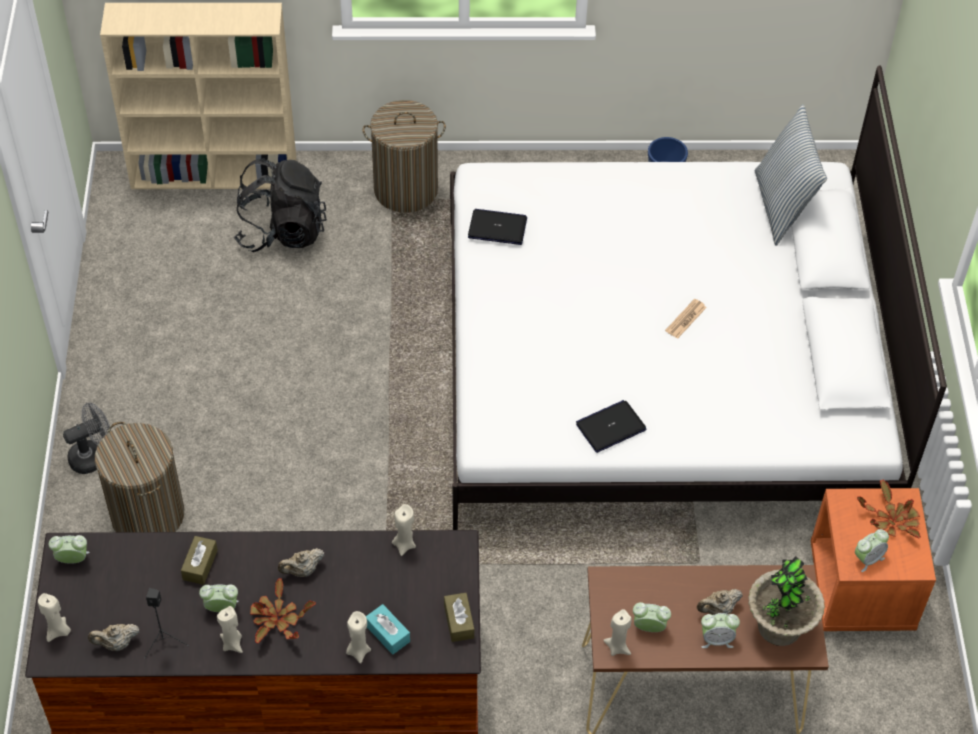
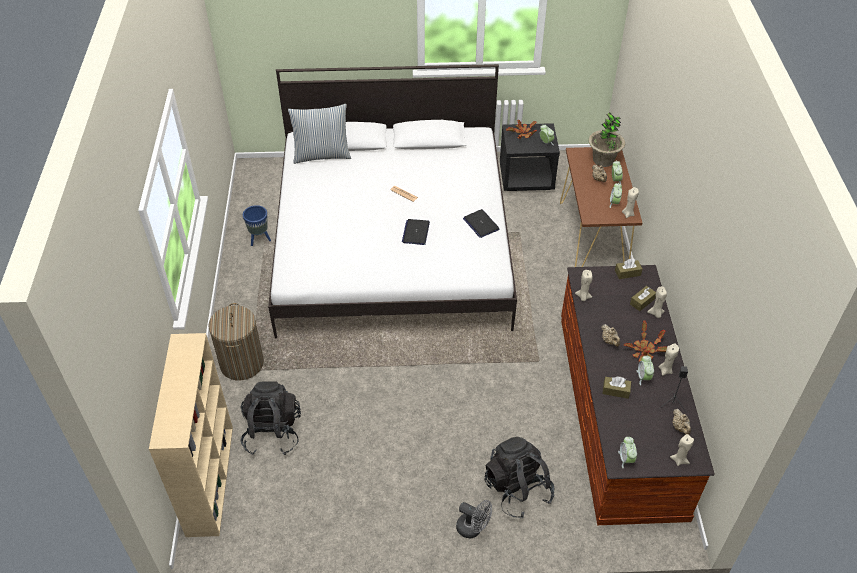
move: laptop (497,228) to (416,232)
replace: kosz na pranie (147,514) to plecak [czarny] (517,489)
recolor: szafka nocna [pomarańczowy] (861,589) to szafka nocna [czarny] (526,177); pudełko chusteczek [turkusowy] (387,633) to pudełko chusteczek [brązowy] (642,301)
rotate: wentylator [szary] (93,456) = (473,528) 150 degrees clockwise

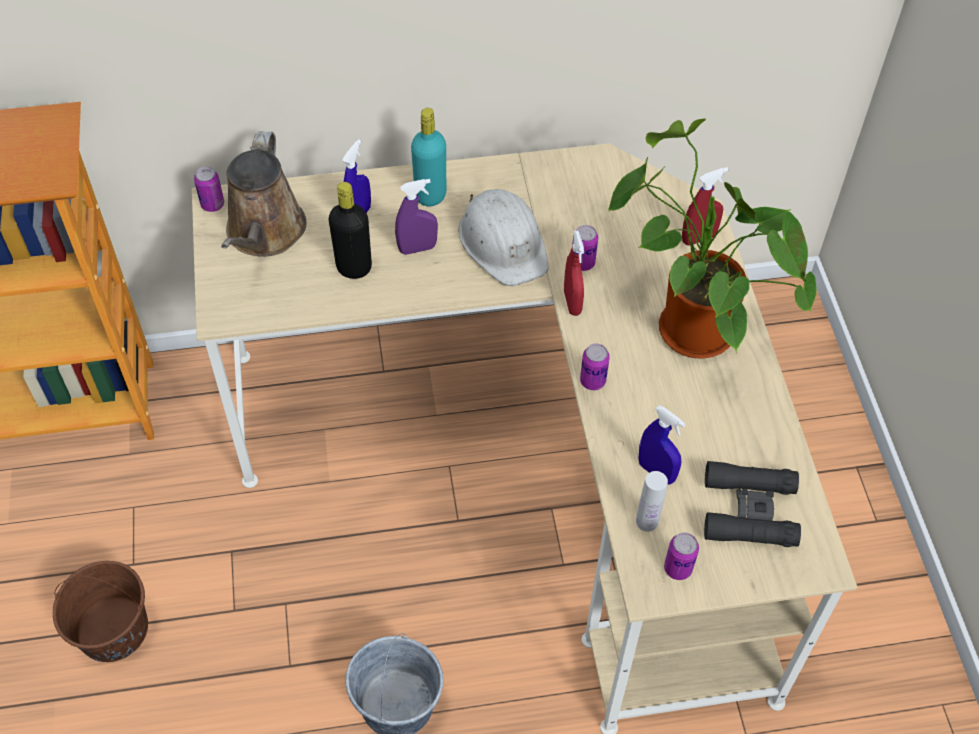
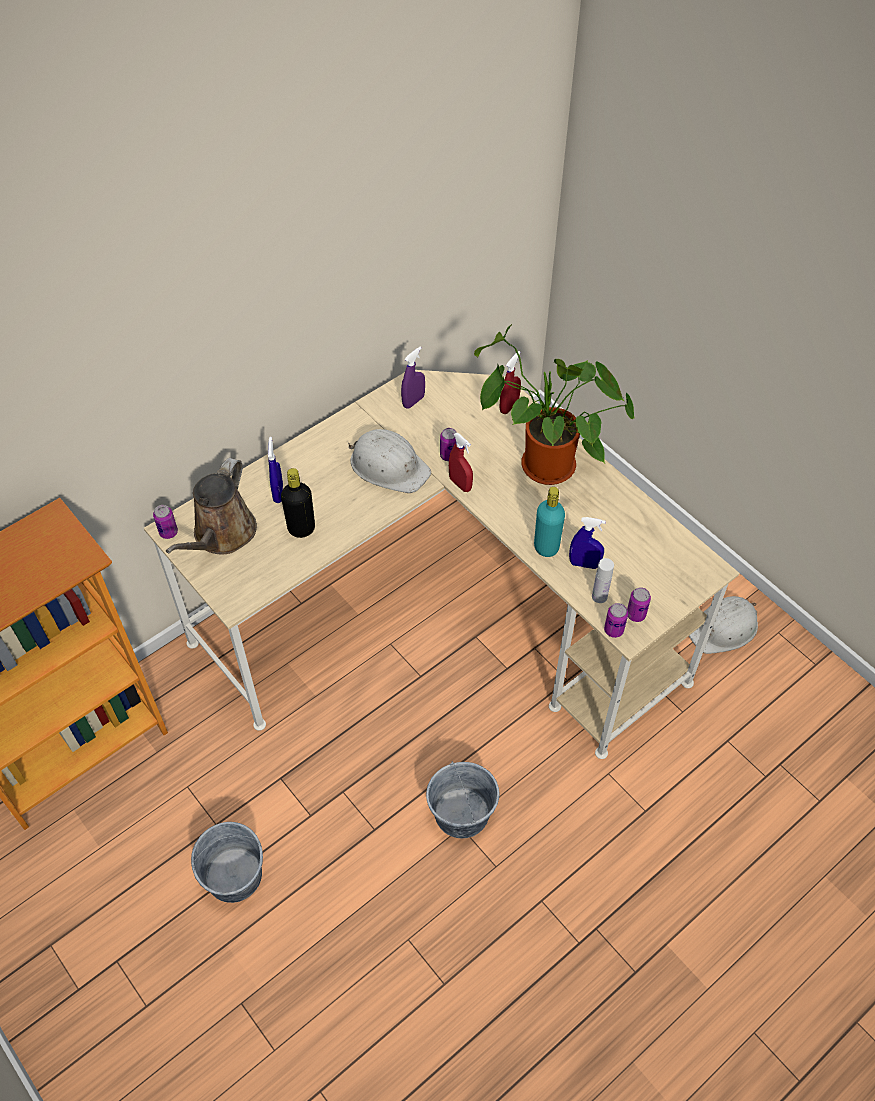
delete: lornetka [czarny] (749,510)
insert: kask [biały] (724,628)
move: spryskiwacz [fioletowy] (417,248) to (413,401); butelka [turkusowy] (430,195) to (546,547); puszka (592,381) to (613,630)
recolor: wiadro [brązowy] (112,629) to wiadro [szary] (233,875)
rotate: konewka [brązowy] (264,234) = (221,535) 45 degrees clockwise

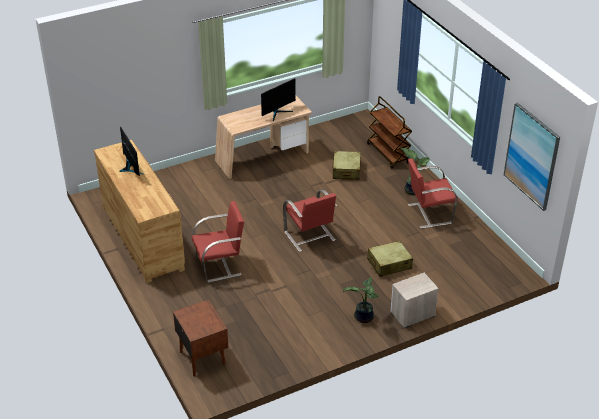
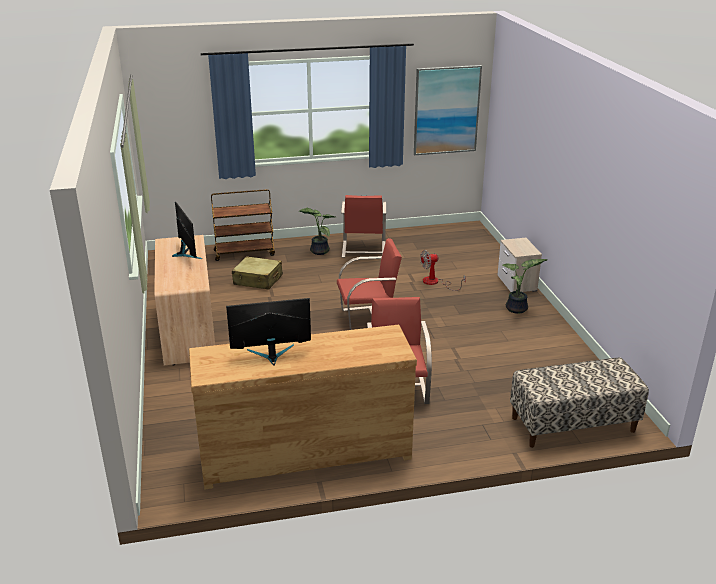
replace: walizka [beżowy] (389,264) to wentylator (435,282); szafka nocna [brązowy] (202,357) to ławka (572,425)

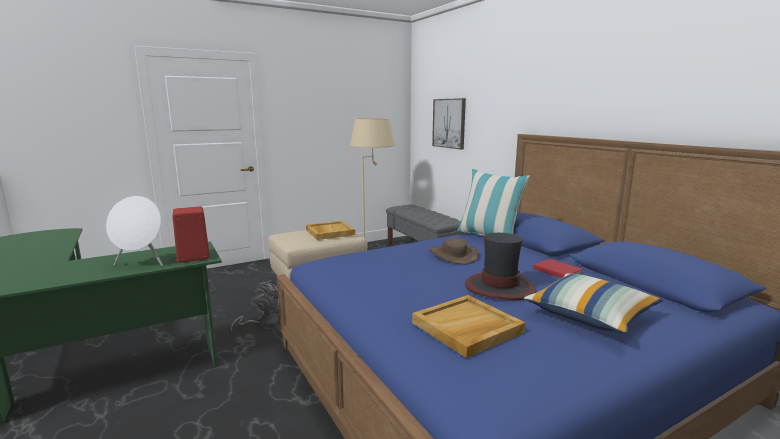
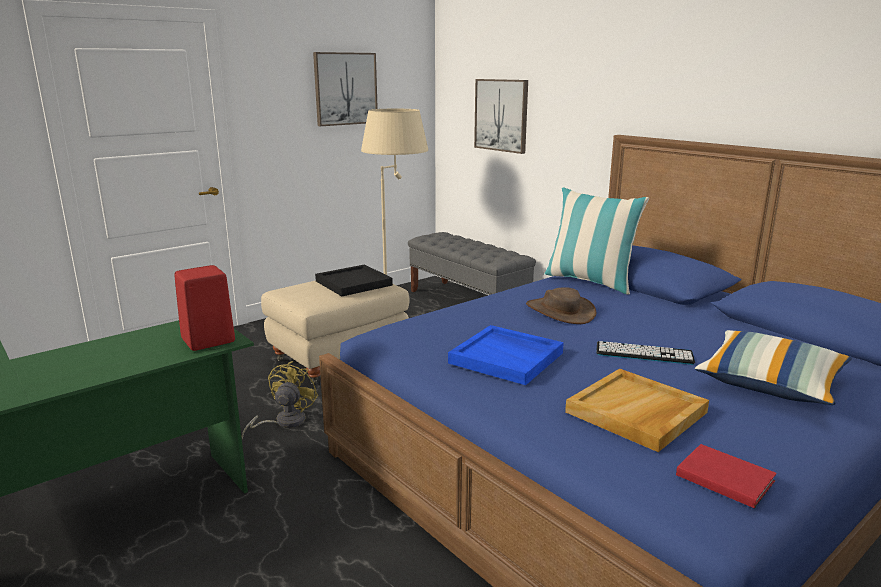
delete: głośnik [biały] (141,264)
insert: obraz (345,89); taca [niebieski] (507,358)
move: książka [czerwony] (556,270) to (723,476)
replace: kapelusz (499,287) to klawiatura (644,353)
recolor: wentylator [szary] (263,323) to wentylator [żółty] (284,422); taca [beżowy] (329,232) to taca [czarny] (353,283)

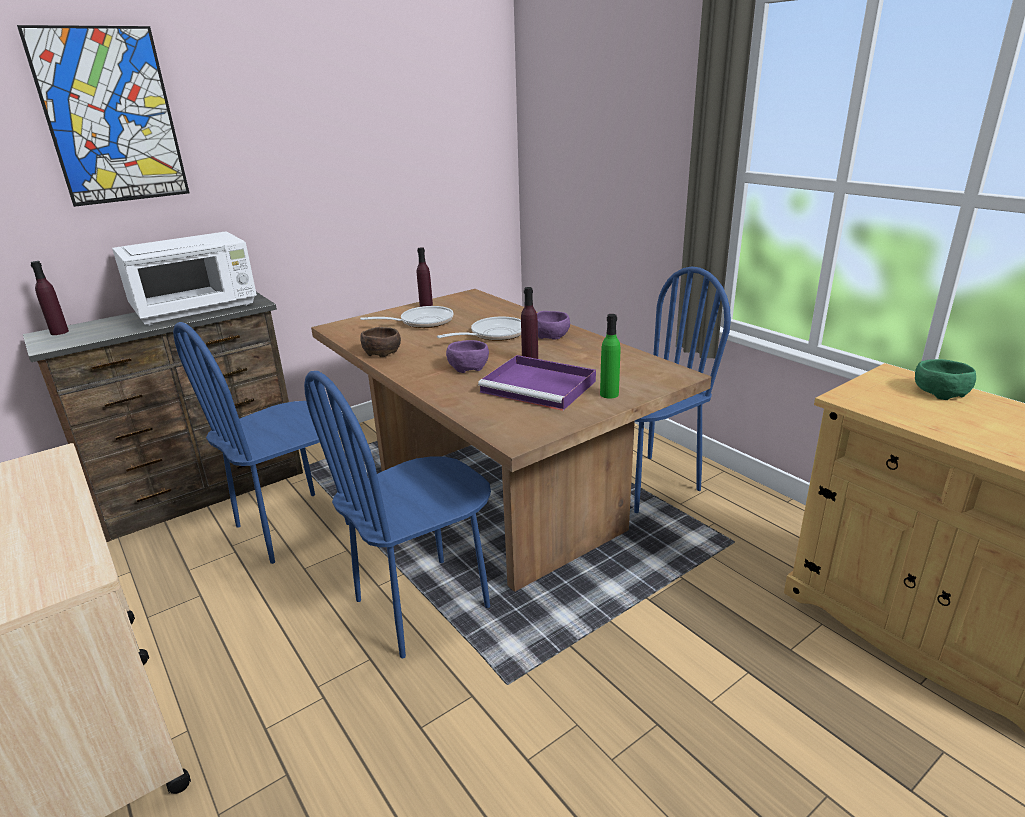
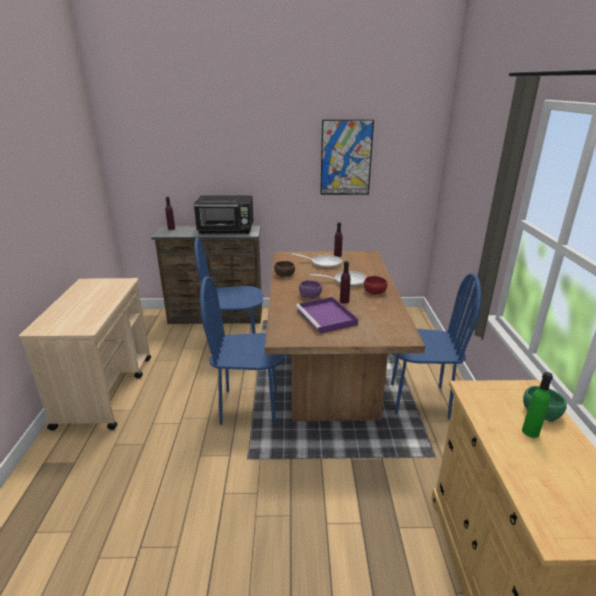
move: obraz (111,117) to (346,158); butelka [zielony] (609,394) to (530,432)
recolor: mikrofalówka [biały] (197,309) to mikrofalówka [czarny] (227,230); miska [fioletowy] (552,335) to miska [czerwony] (375,291)

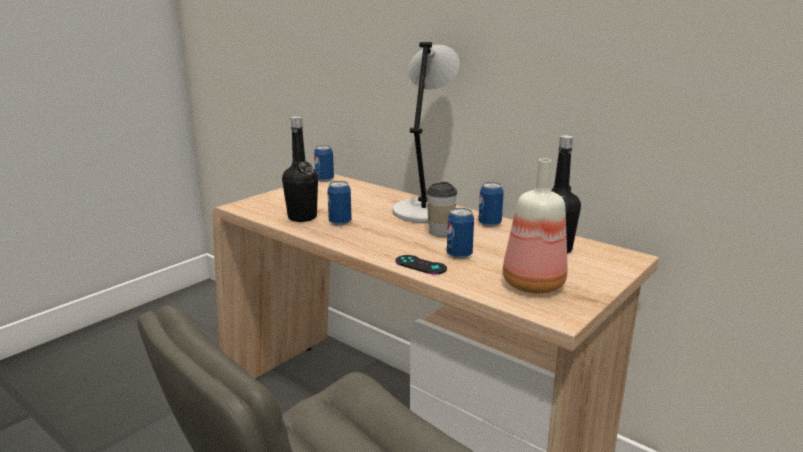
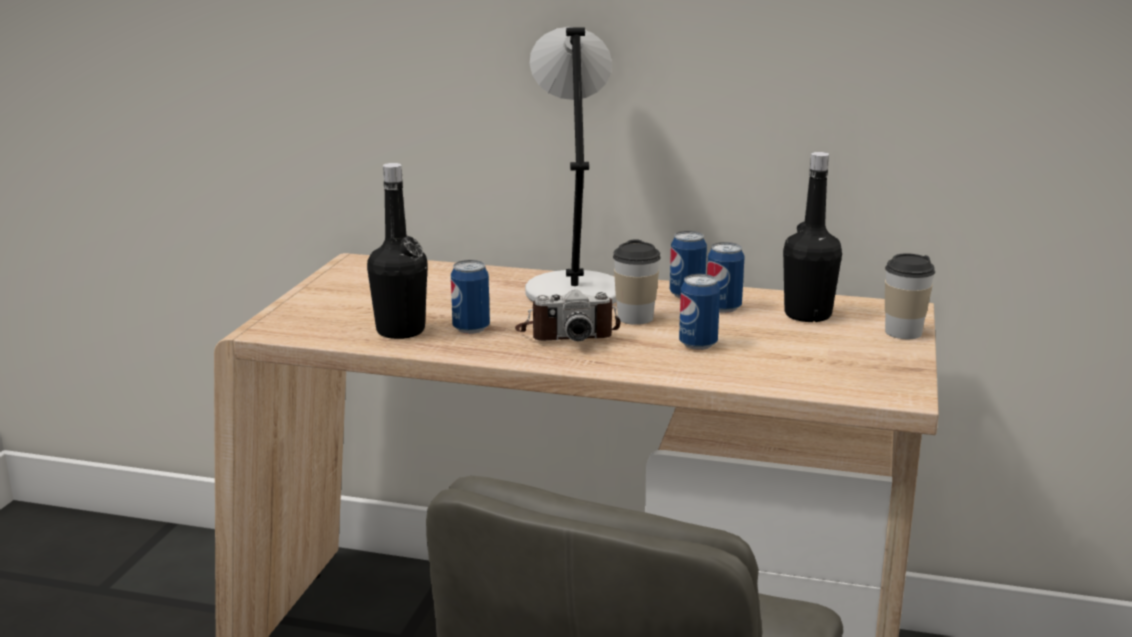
delete: pad do gier [czarny] (420,265); butelka (532,285)
insert: aparat fotograficzny (567,333); filiżanka (903,332)
move: puszka (324,179) to (723,308)

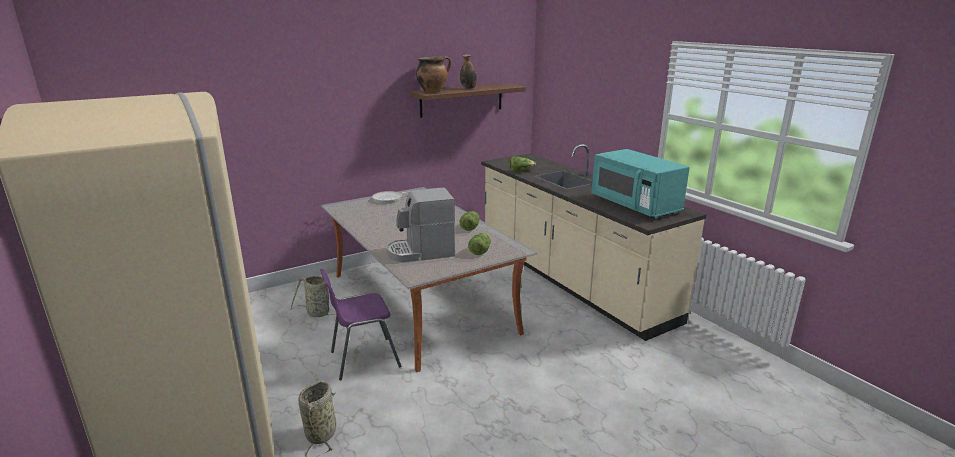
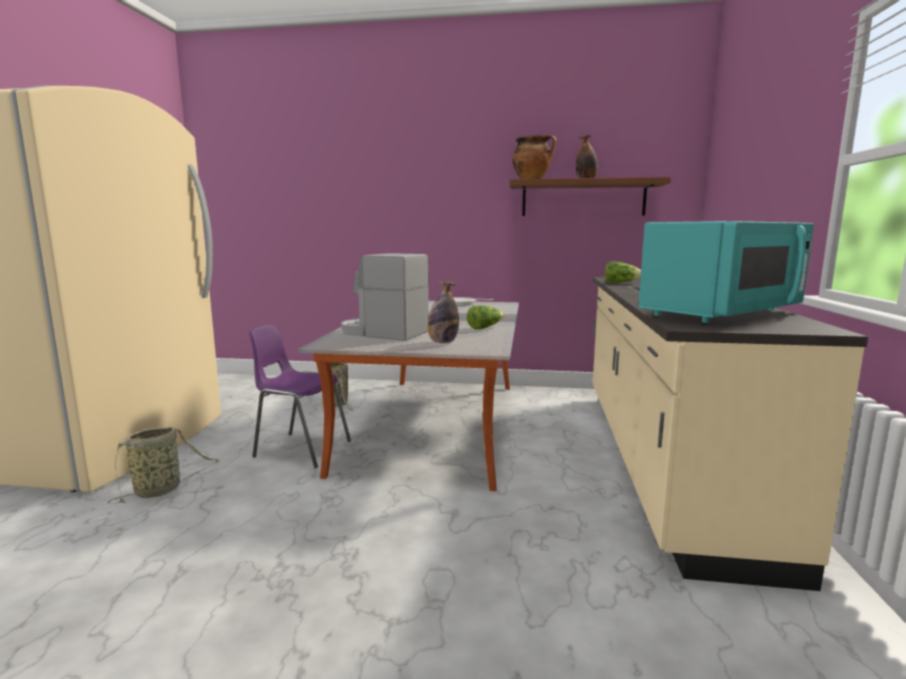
replace: sałata (480,251) to butelka (443,342)
rotate: mikrofalówka [turkusowy] (635,205) = (721,313) 135 degrees counterclockwise

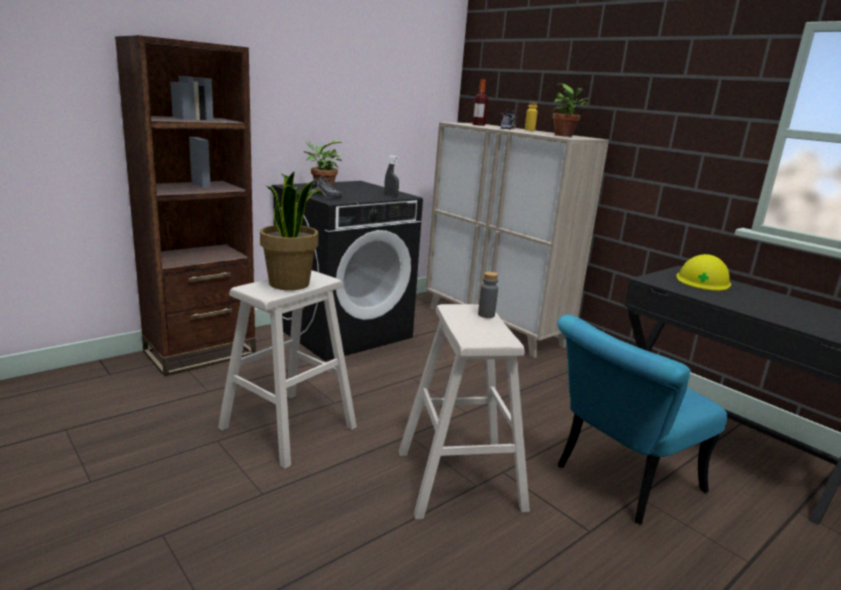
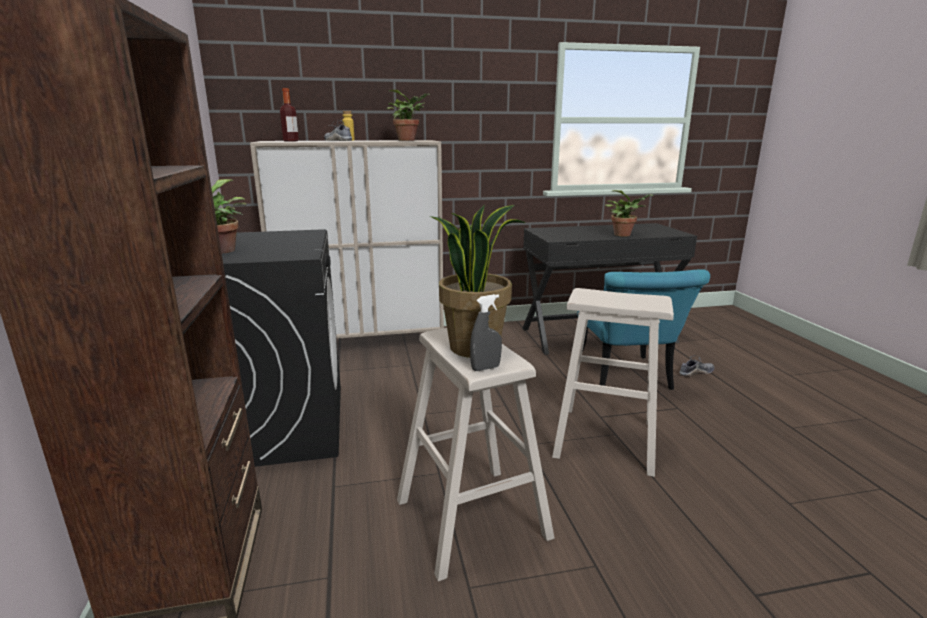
delete: butelka [szary] (486,315); kask [żółty] (703,281)
insert: roślina doniczkowa (624,235)
move: spryskiwacz [szary] (391,195) to (485,368); but (326,196) to (695,372)

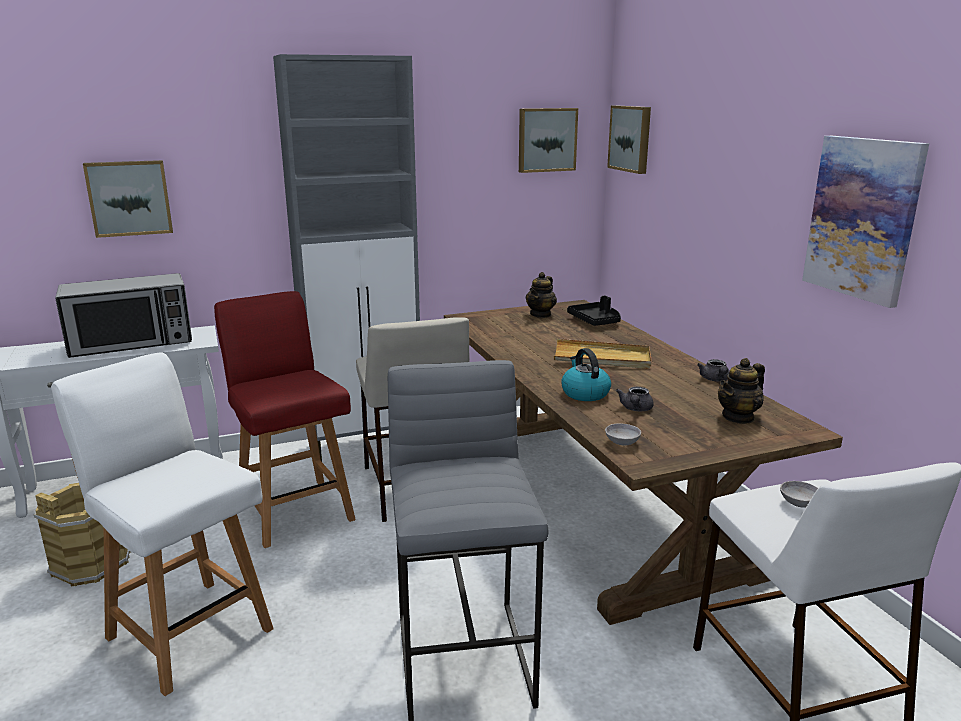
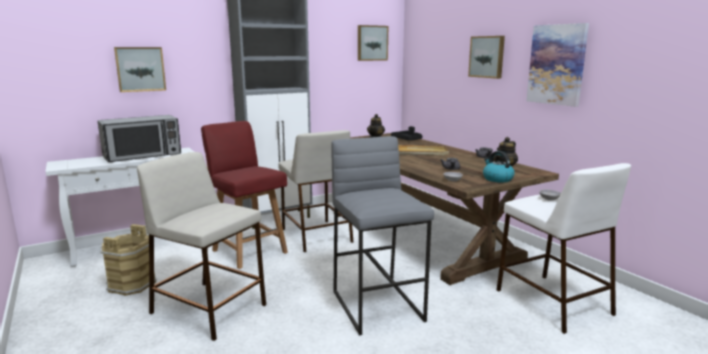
move: obraz (631,138) to (487,57); czajnik (584,393) to (497,179)
replace: krzesło [biały] (188,631) to stołek [beżowy] (210,309)

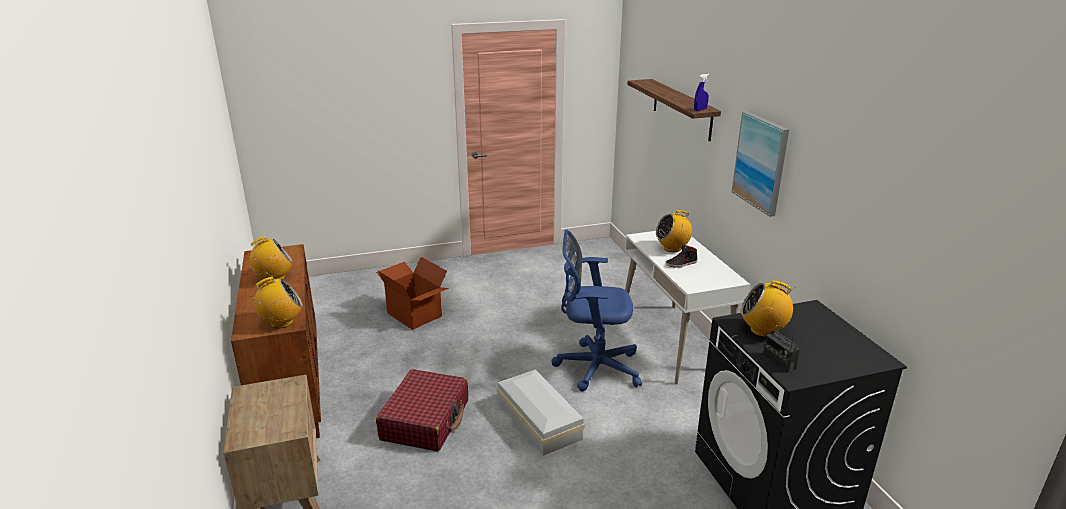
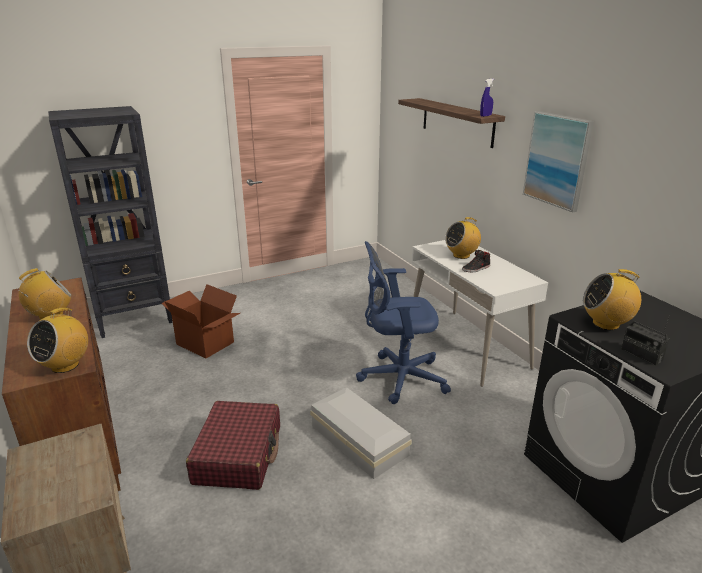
insert: regał [czarny] (135,318)
rotate: radio (281,322) = (65,365) 150 degrees clockwise

